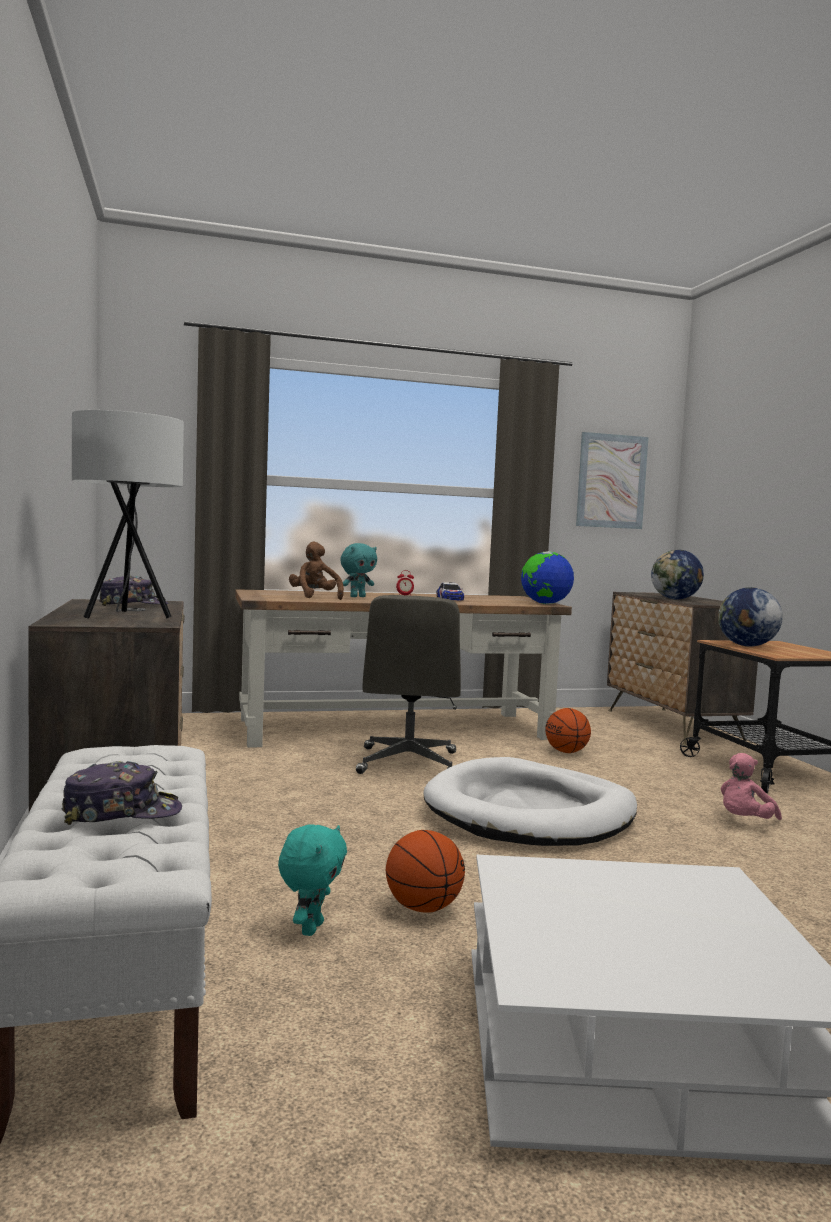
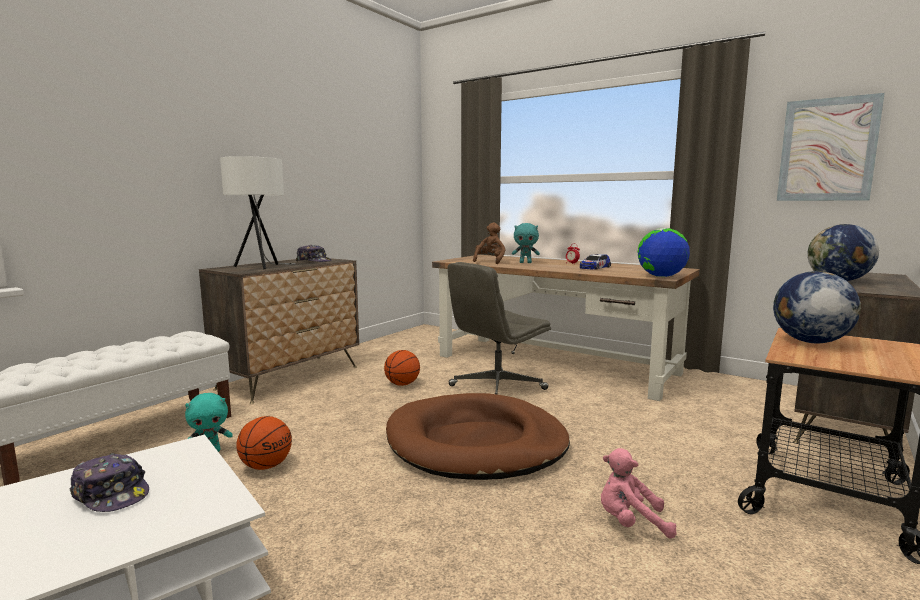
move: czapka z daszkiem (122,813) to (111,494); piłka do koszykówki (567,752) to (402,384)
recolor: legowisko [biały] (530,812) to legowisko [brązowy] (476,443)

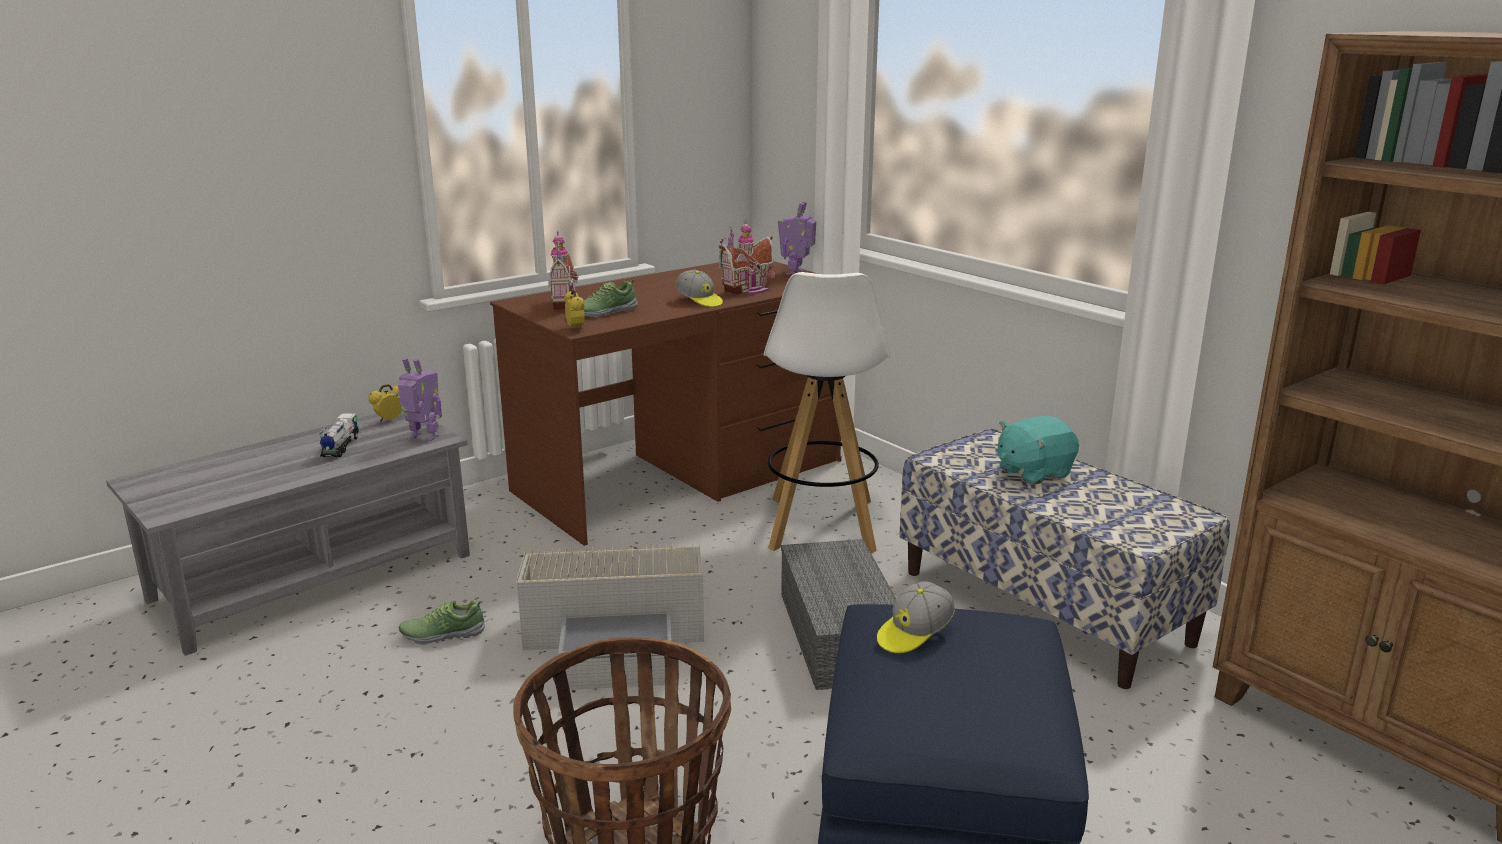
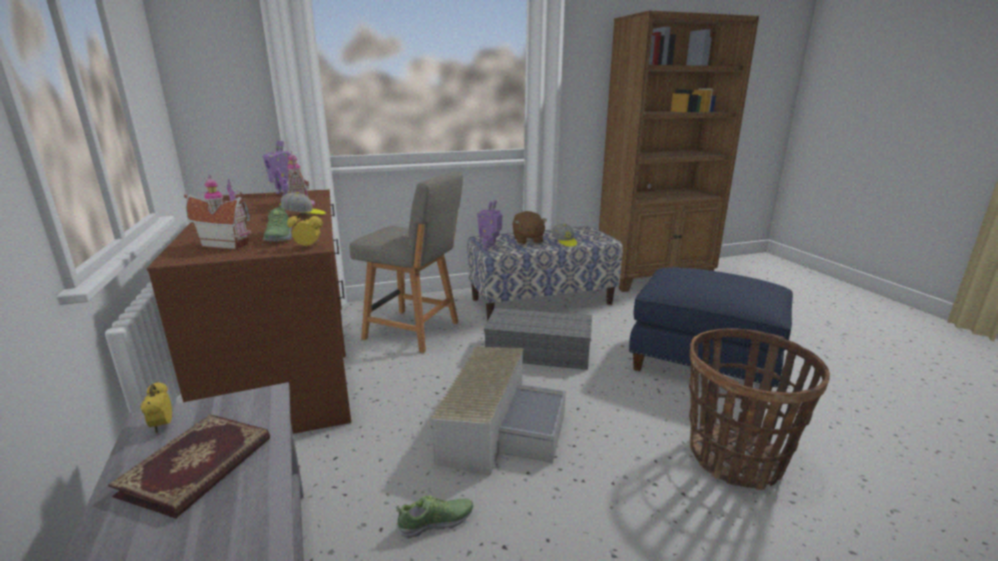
move: robot zabawkowy (423,437) to (490,247); czapka z daszkiem (914,634) to (564,242)
replace: ciężarówka zabawkowa (340,447) to książka (199,467); stołek [biały] (821,525) to krzesło [szary] (414,331)
recolor: pluszak [turkusowy] (1033,472) to pluszak [brązowy] (527,240)
rotate: but (443,634) = (436,522) 120 degrees counterclockwise

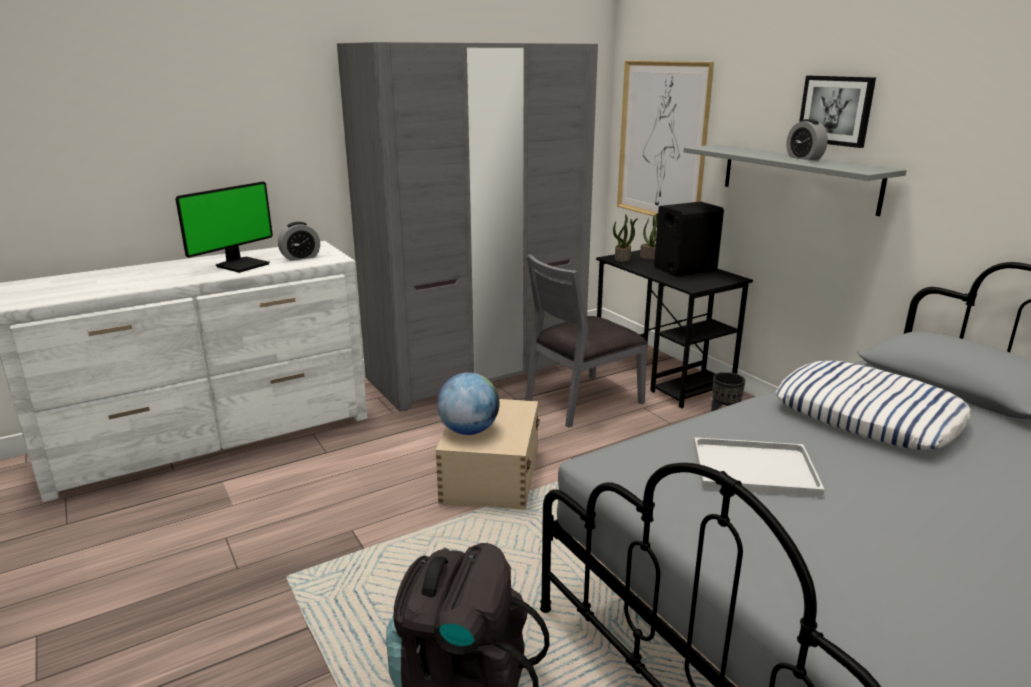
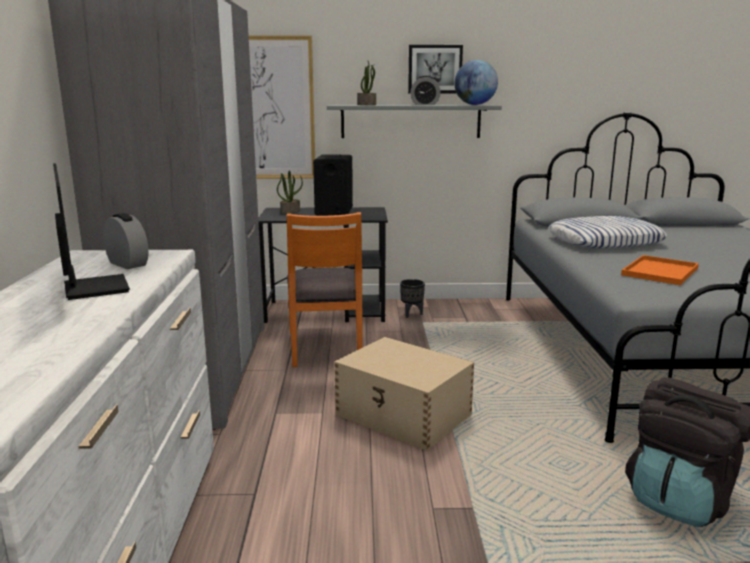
move: roślina doniczkowa (623,258) to (367,105); globus (469,430) to (475,104)
recolor: krzesło [szary] (582,401) to krzesło [pomarańczowy] (326,347); taca [biały] (756,468) to taca [pomarańczowy] (659,271)
rotate: budzik (300,257) = (127,264) 45 degrees counterclockwise

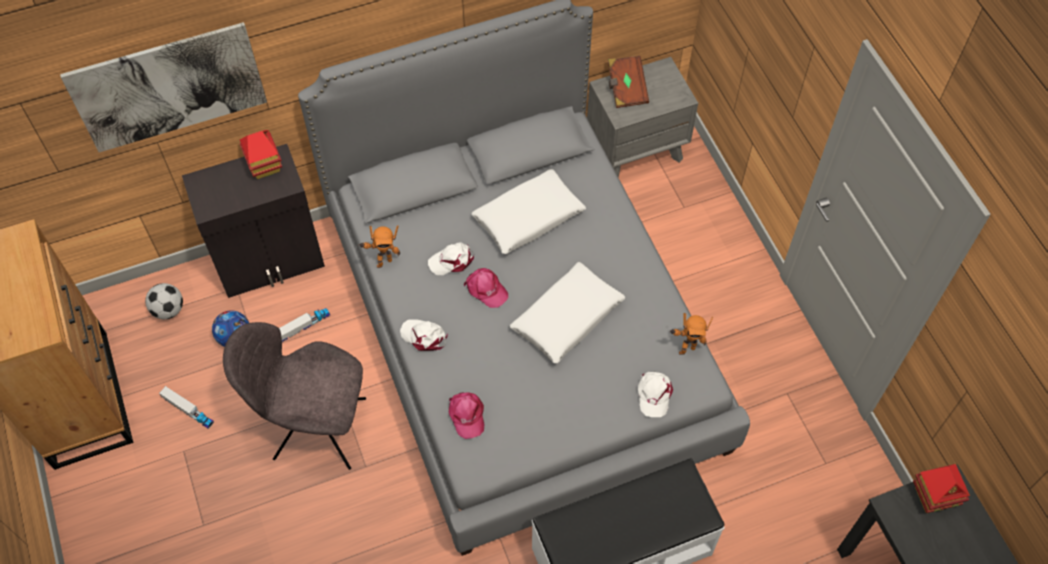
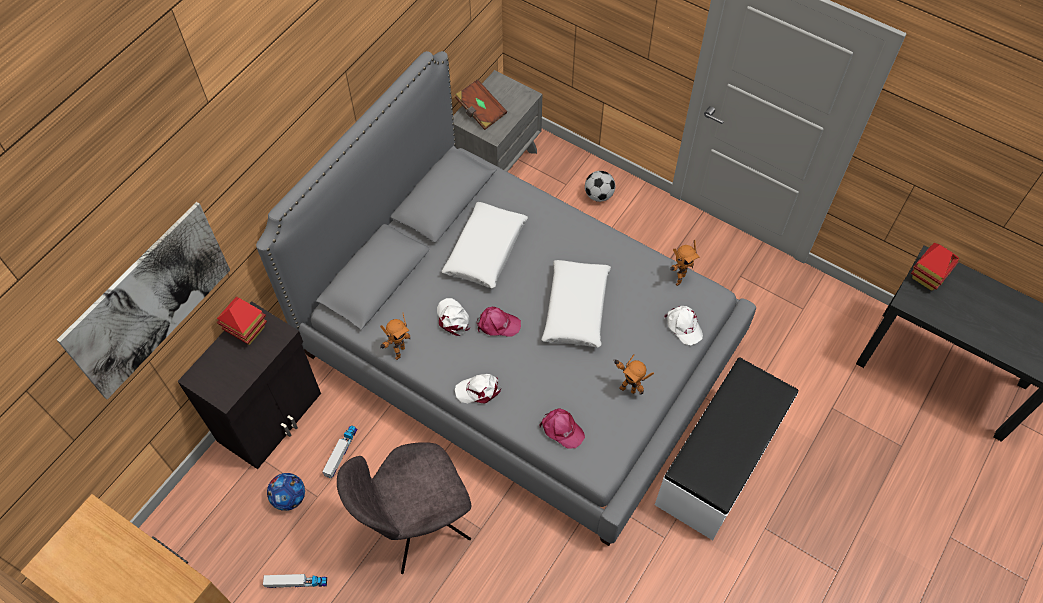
insert: robot zabawkowy (628,388)
move: piłka futbolowa (169,310) to (599,195)
rotate: czapka z daszkiem [biały] (452,261) = (453,318) 120 degrees clockwise

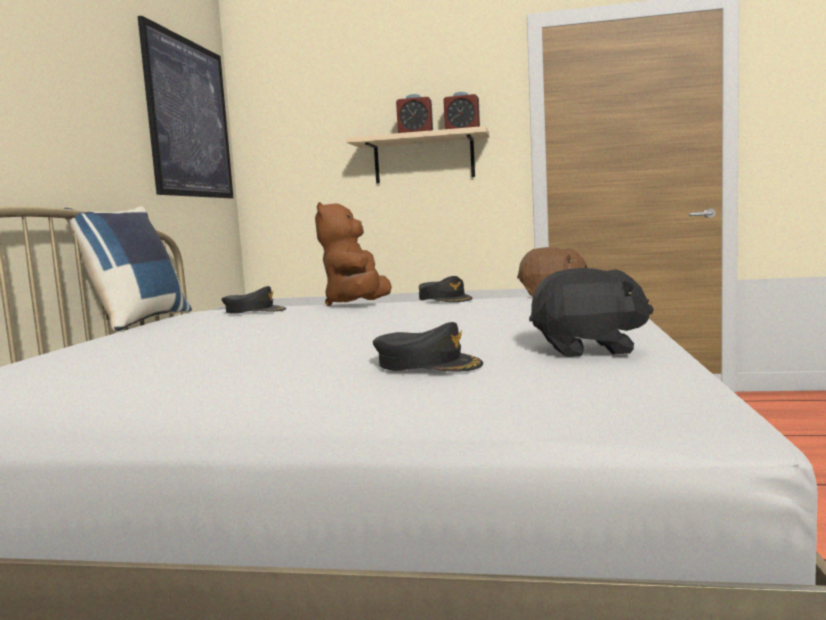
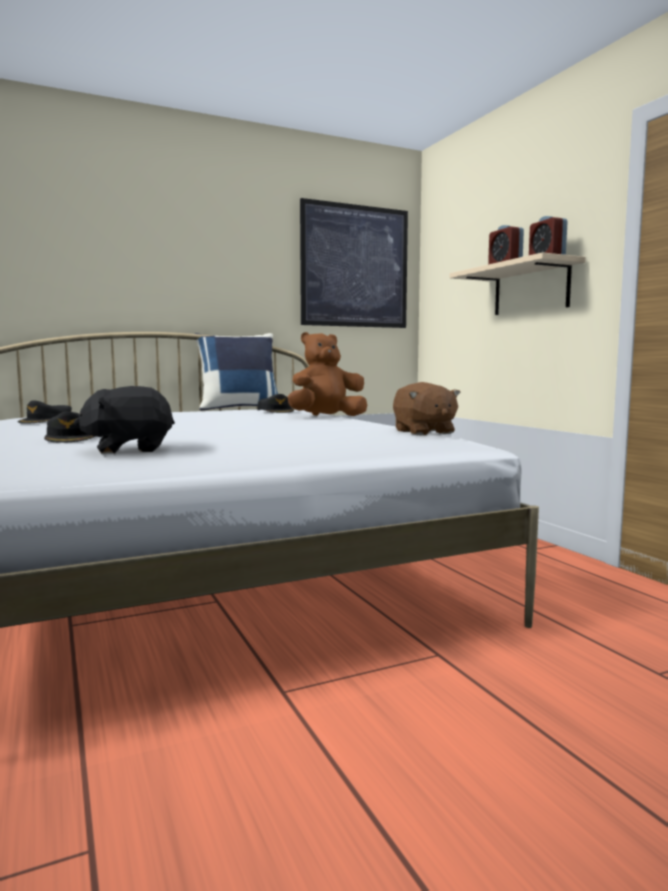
move: czapka z daszkiem [czarny] (445,299) to (46,421)
rotate: pluszak [czarny] (589,350) = (129,449) 105 degrees clockwise

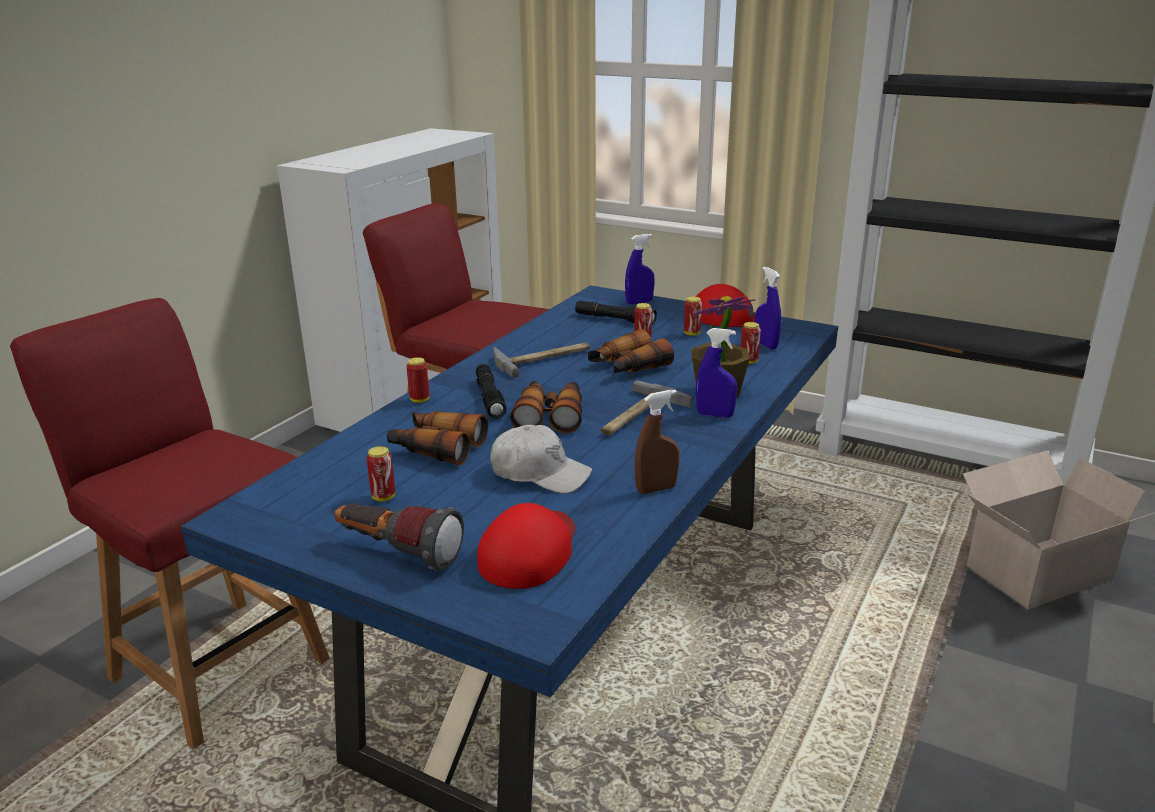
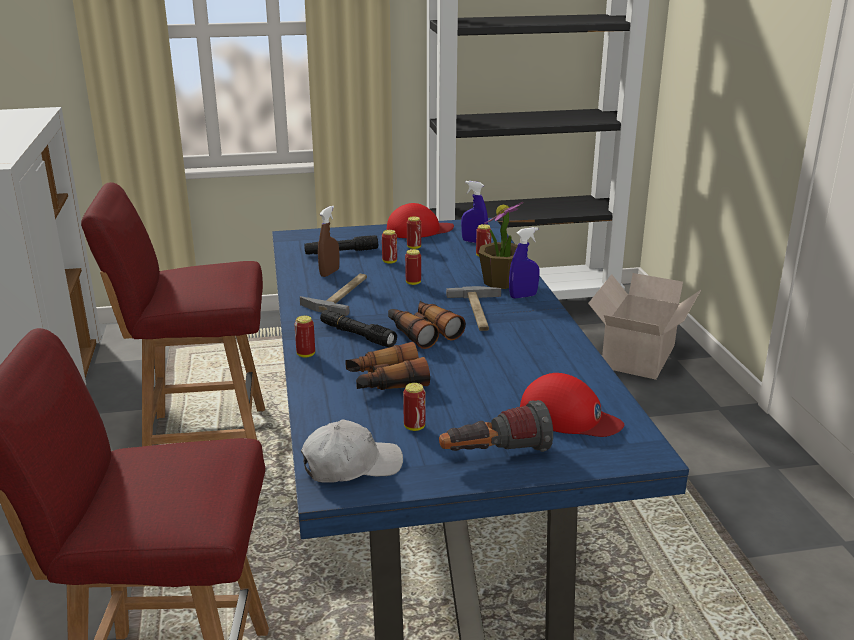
delete: spryskiwacz [niebieski] (639,302)
move: czapka z daszkiem [biały] (540,473) to (351,466); spryskiwacz [brązowy] (656,489) to (329,273)
replace: lornetka (627,367) to puszka (413,283)
rotate: czapka z daszkiem [czerwony] (530,551) = (568,417) 135 degrees clockwise

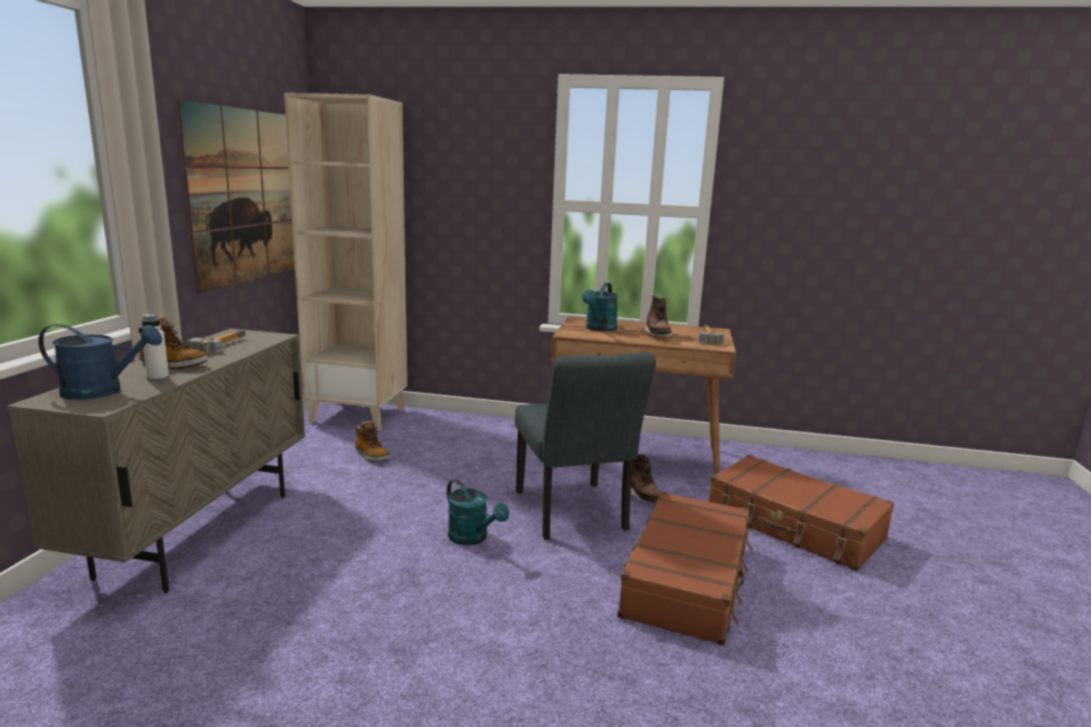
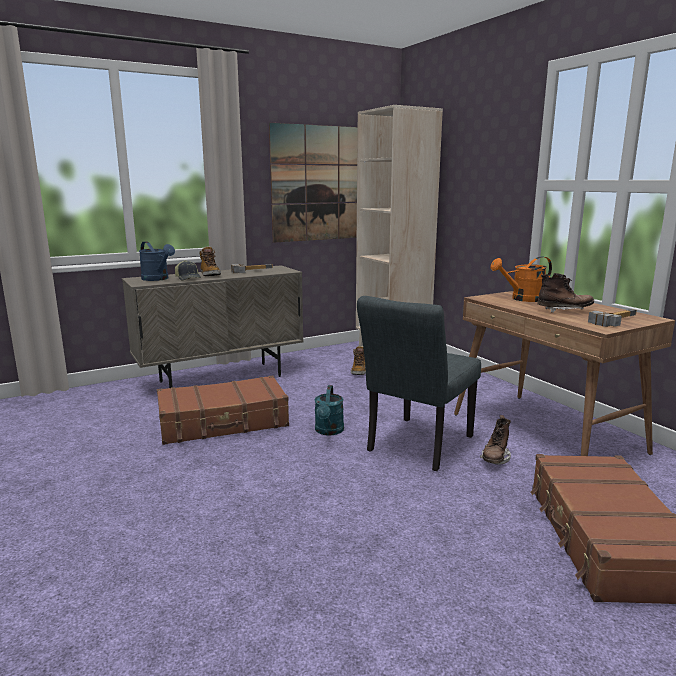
move: walizka [brązowy] (688,580) to (223,423)
replace: butelka [biały] (158,378) to czapka z daszkiem (188,278)
recolor: konewka [turkusowy] (599,329) to konewka [pomarańczowy] (522,299)
rotate: but z cholewką [brązowy] (657,335) = (564,311) 135 degrees counterclockwise

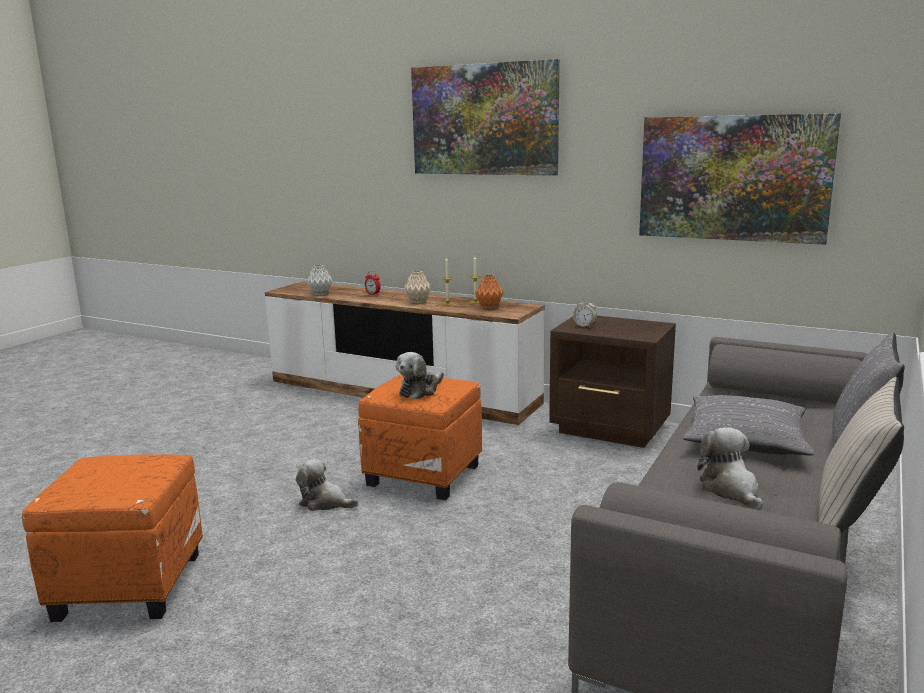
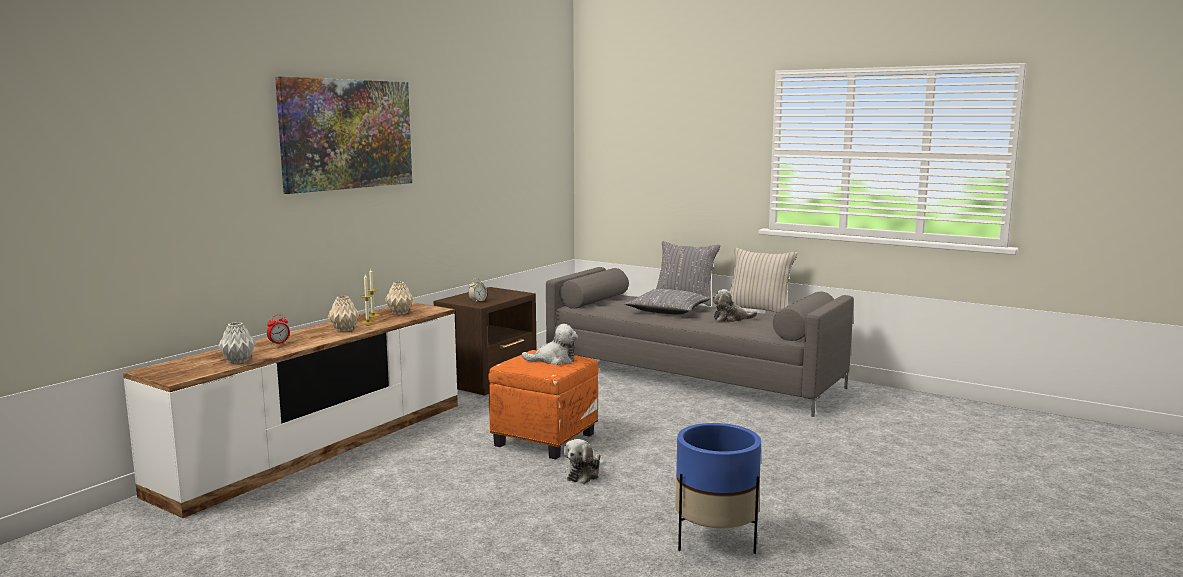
delete: obraz (733,178)
replace: pufa [pomarańczowy] (129,584) to donica [niebieski] (715,541)
recolor: wazon [pomarańczowy] (489,307) to wazon [beżowy] (399,313)
rotate: pluszak (420,390) = (553,360) 45 degrees counterclockwise

